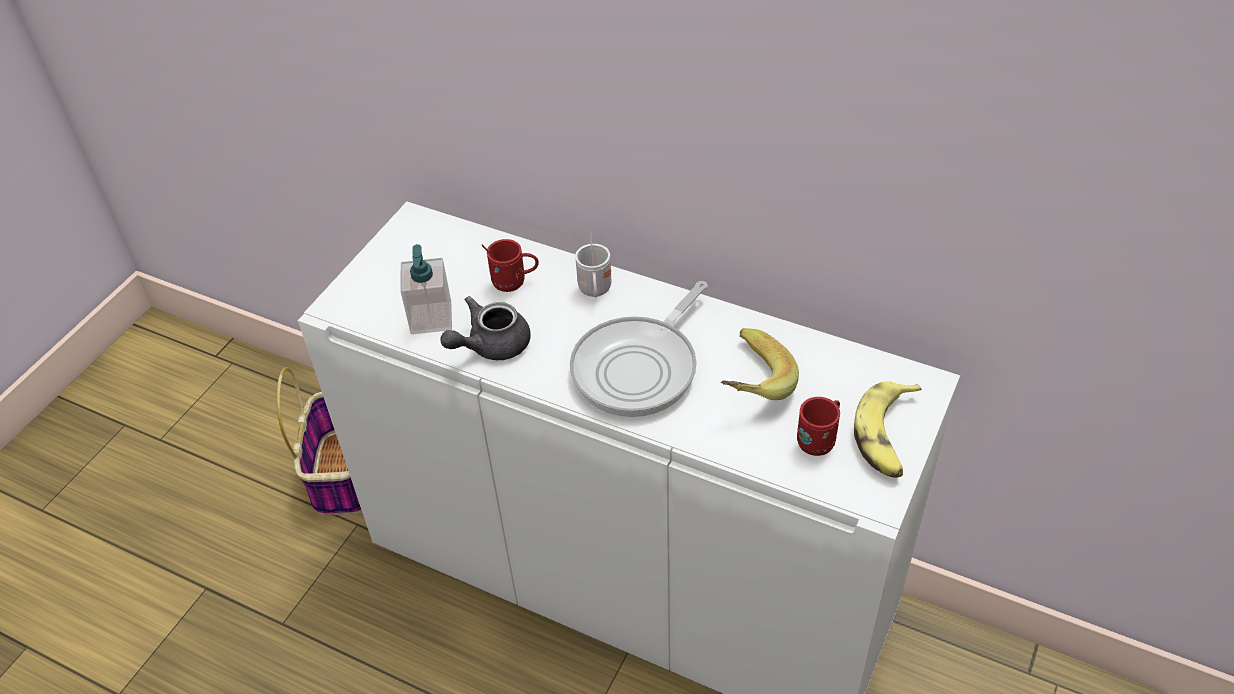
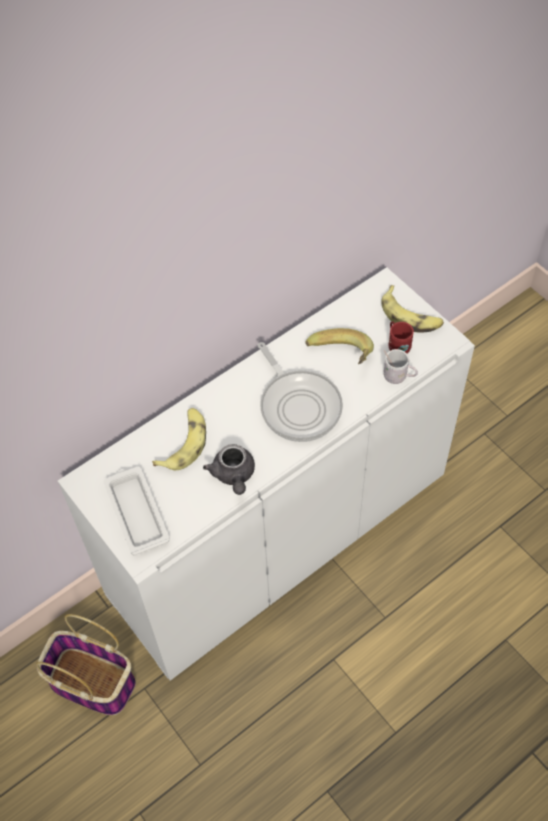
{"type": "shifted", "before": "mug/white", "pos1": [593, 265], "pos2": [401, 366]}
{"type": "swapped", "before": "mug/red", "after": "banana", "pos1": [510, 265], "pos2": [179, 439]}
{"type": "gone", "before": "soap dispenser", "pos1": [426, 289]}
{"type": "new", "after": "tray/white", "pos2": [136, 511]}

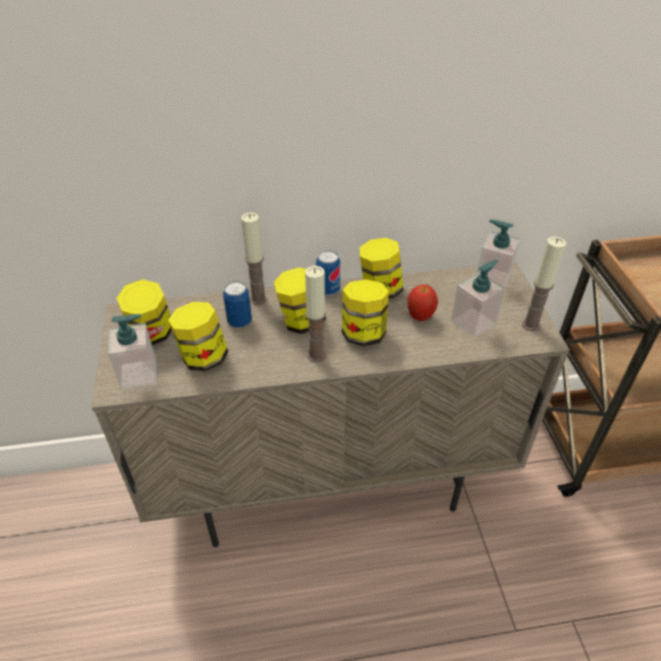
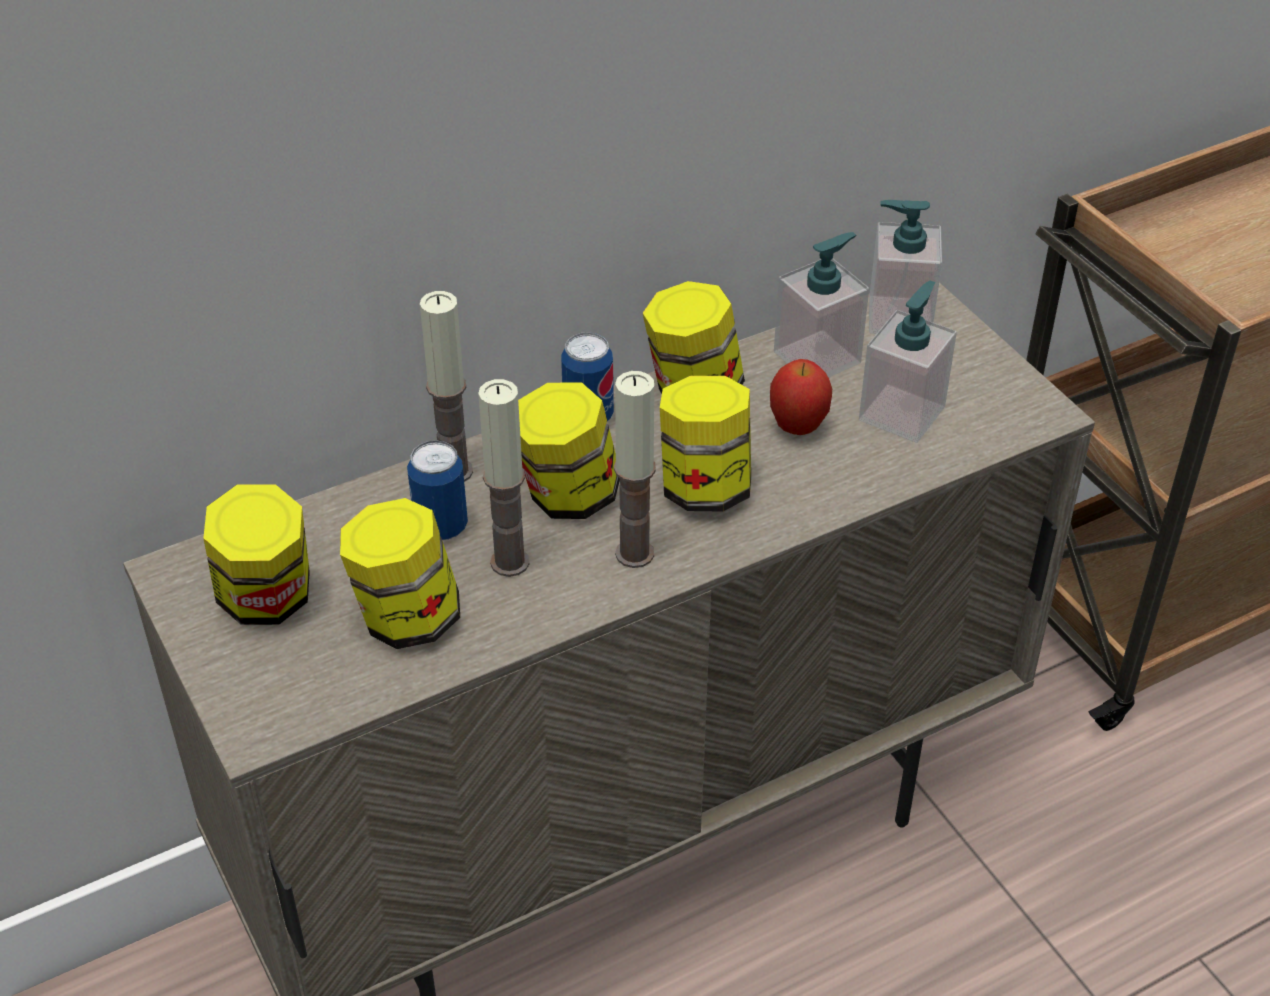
{"type": "shifted", "before": "candle", "pos1": [544, 284], "pos2": [503, 478]}
{"type": "shifted", "before": "soap dispenser", "pos1": [132, 352], "pos2": [821, 304]}

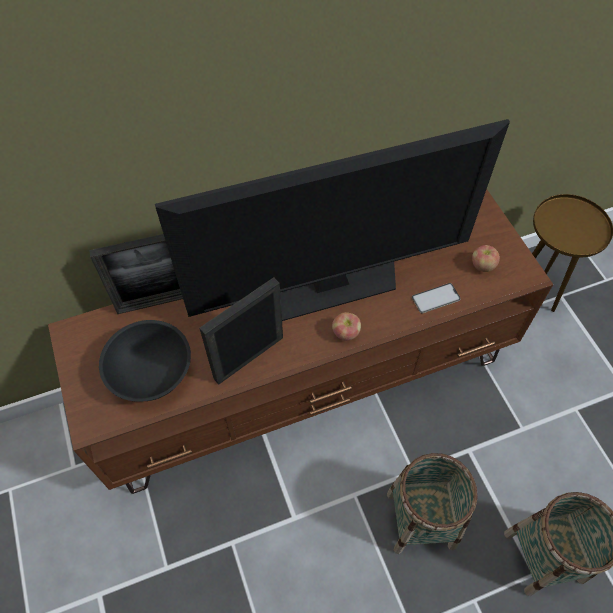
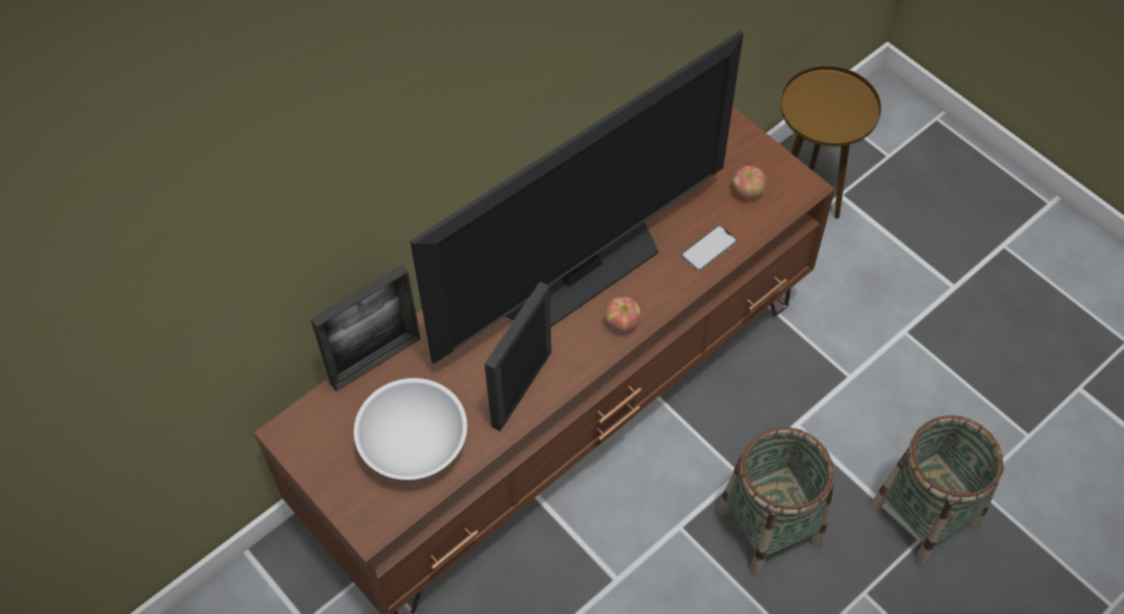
{"type": "repainted", "before": "bowl/black", "after": "bowl/white", "pos1": [145, 361], "pos2": [410, 429]}

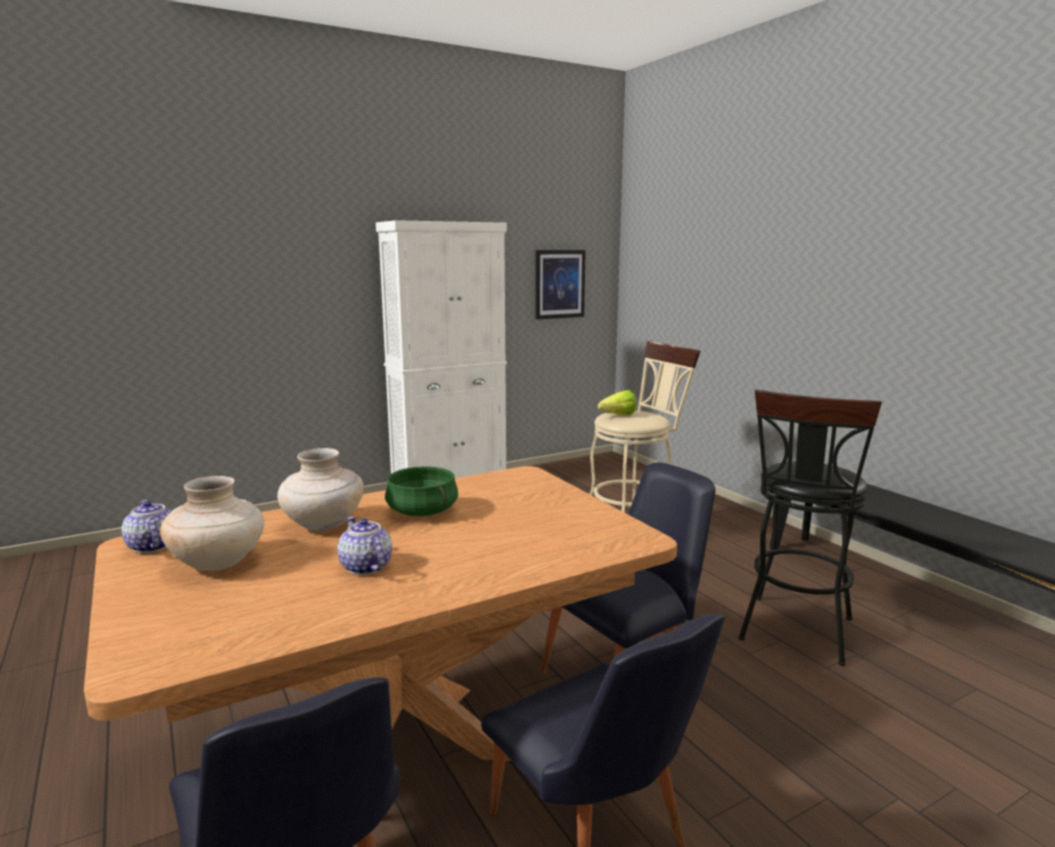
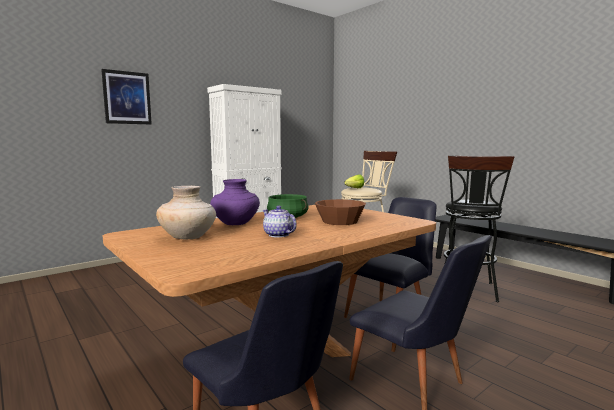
{"type": "shifted", "before": "picture", "pos1": [560, 285], "pos2": [126, 96]}
{"type": "repainted", "before": "vase/beige", "after": "vase/purple", "pos1": [320, 489], "pos2": [235, 202]}
{"type": "gone", "before": "teapot", "pos1": [146, 526]}
{"type": "new", "after": "bowl/brown", "pos2": [340, 212]}

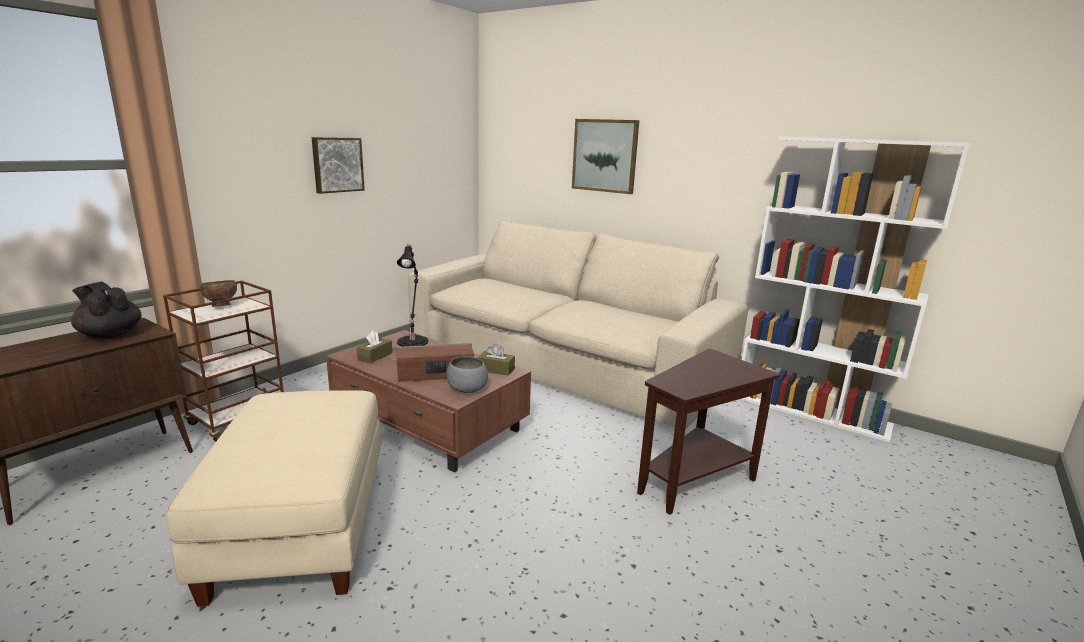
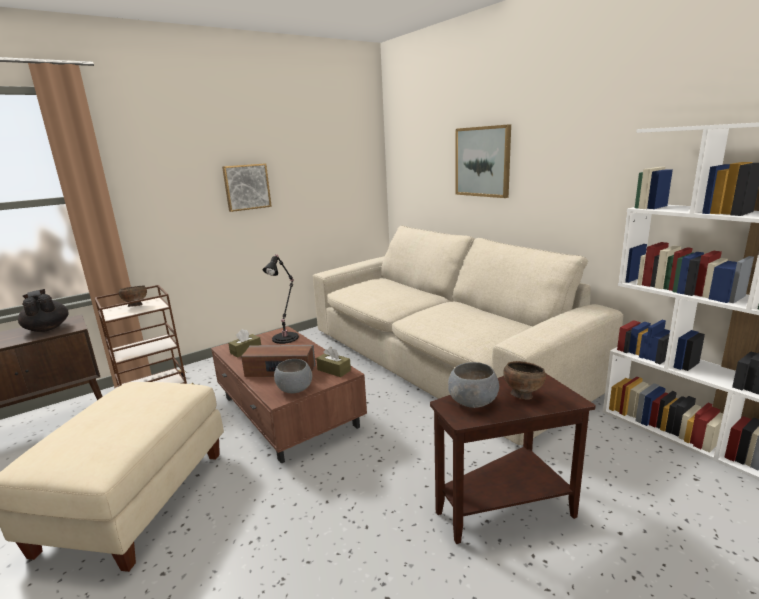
{"type": "new", "after": "bowl/brown", "pos2": [524, 380]}
{"type": "new", "after": "bowl/grey", "pos2": [473, 385]}

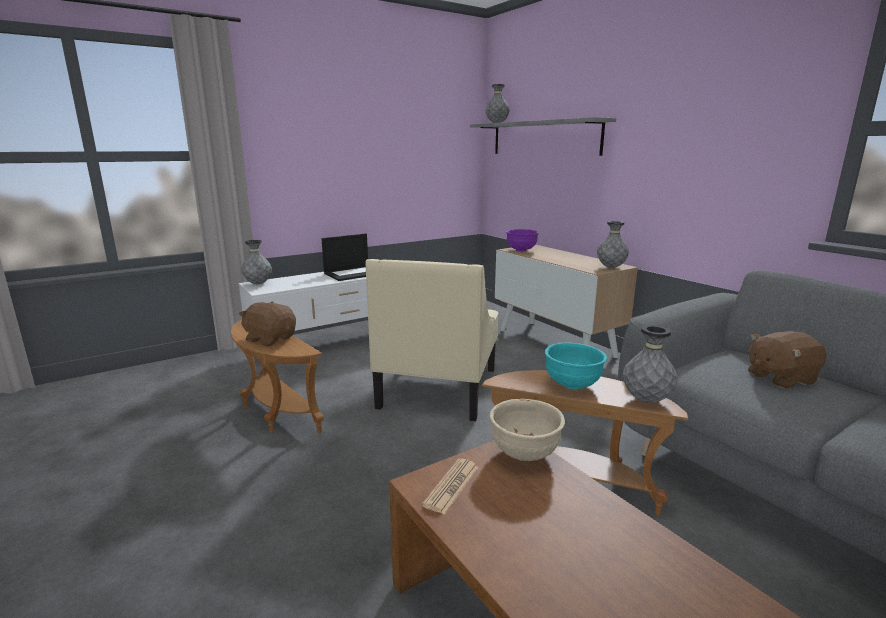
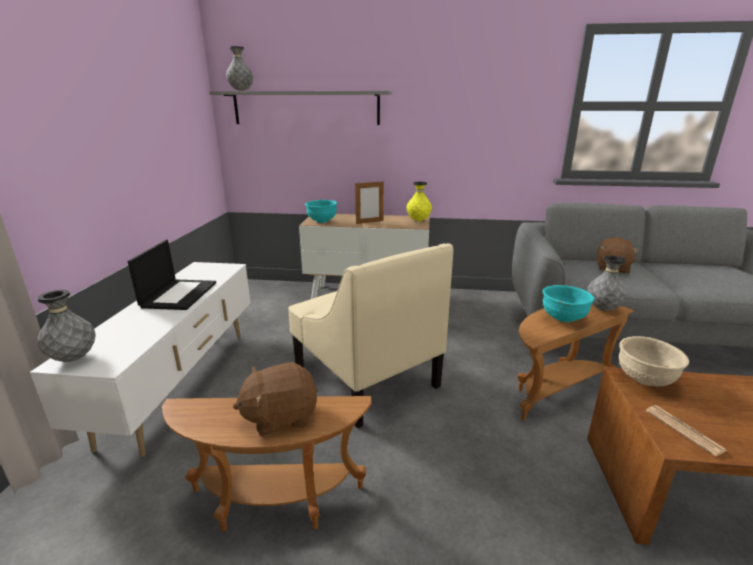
{"type": "repainted", "before": "vase/grey", "after": "vase/yellow", "pos1": [613, 244], "pos2": [419, 201]}
{"type": "repainted", "before": "bowl/purple", "after": "bowl/turquoise", "pos1": [522, 240], "pos2": [321, 211]}
{"type": "new", "after": "picture frame", "pos2": [369, 202]}

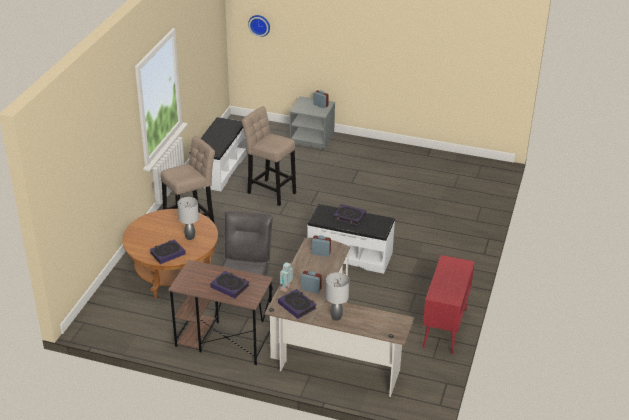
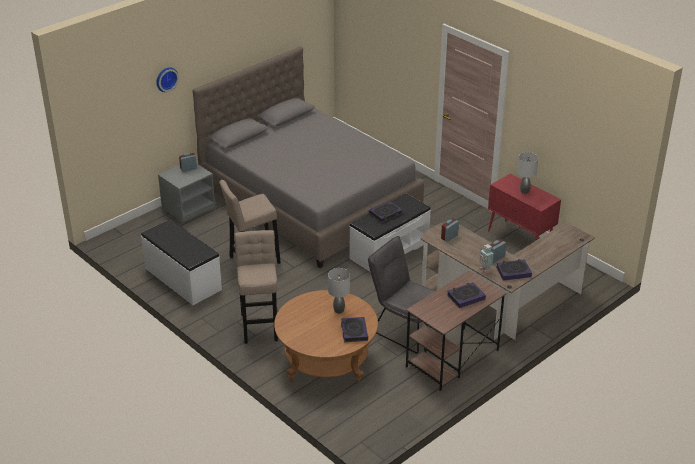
{"type": "shifted", "before": "wall clock", "pos1": [259, 26], "pos2": [168, 79]}
{"type": "shifted", "before": "table lamp/grey", "pos1": [337, 296], "pos2": [527, 173]}
{"type": "new", "after": "bed/grey", "pos2": [308, 157]}

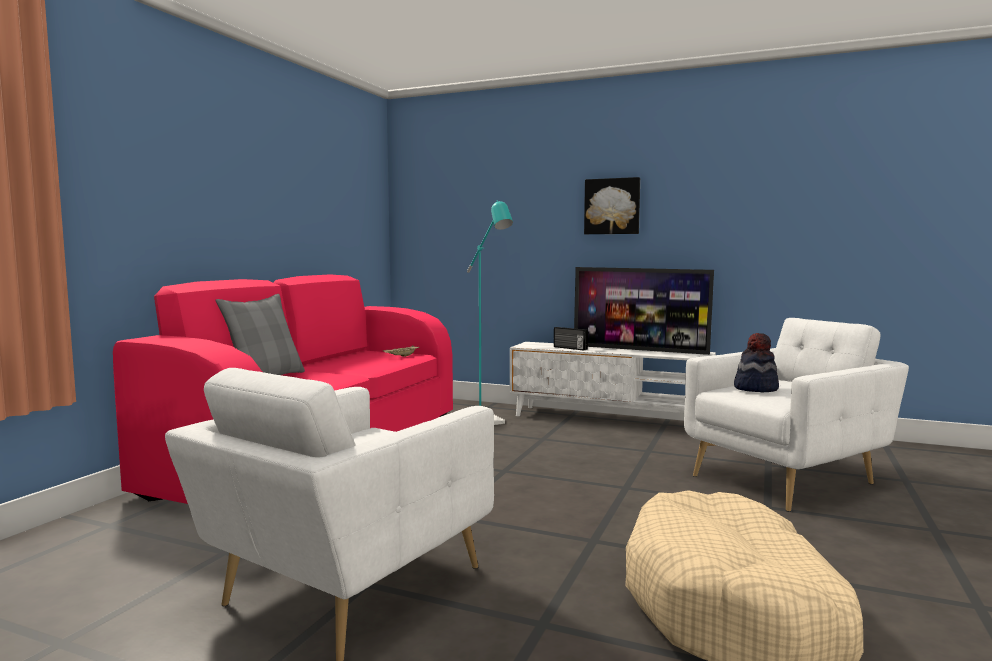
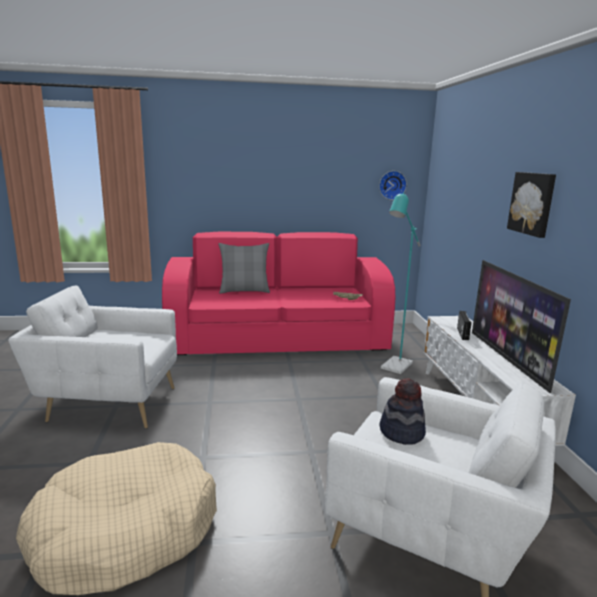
{"type": "new", "after": "wall clock", "pos2": [393, 185]}

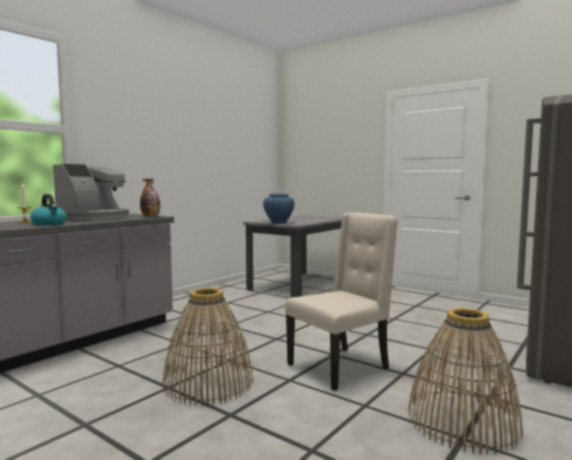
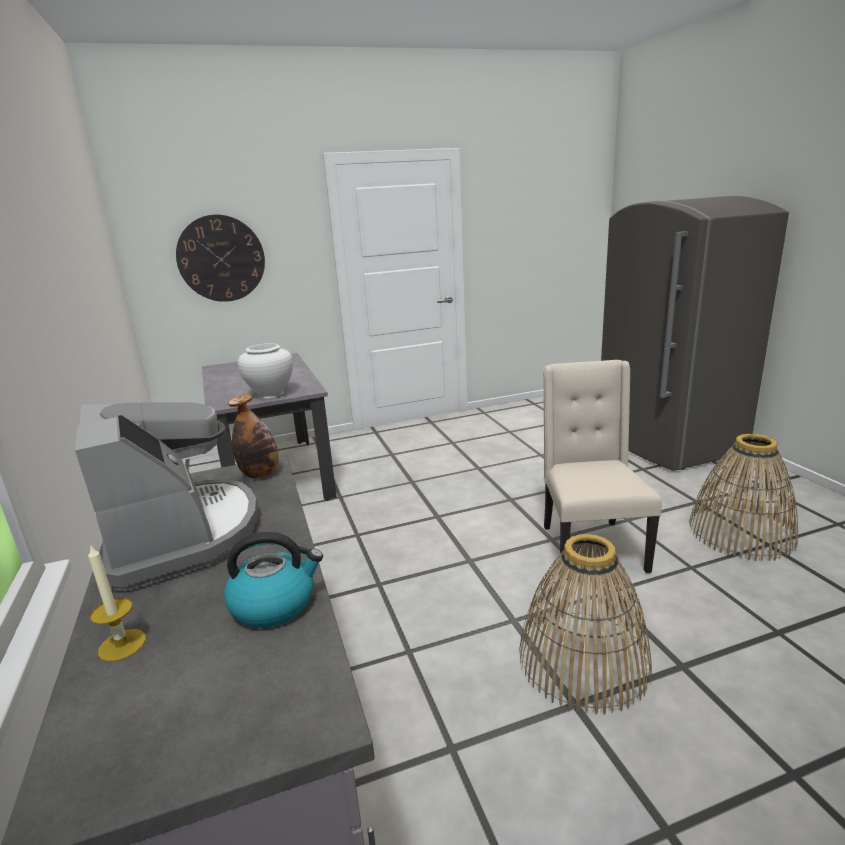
{"type": "repainted", "before": "vase/blue", "after": "vase/white", "pos1": [278, 209], "pos2": [265, 371]}
{"type": "new", "after": "wall clock", "pos2": [220, 258]}

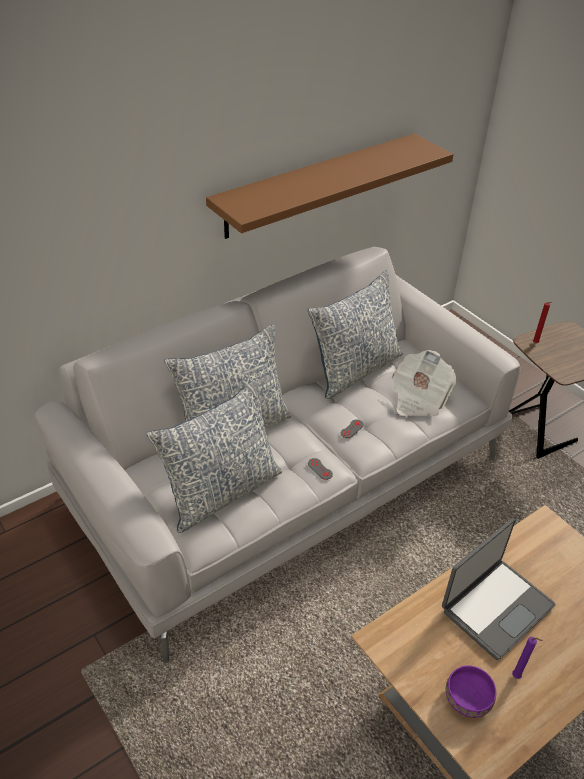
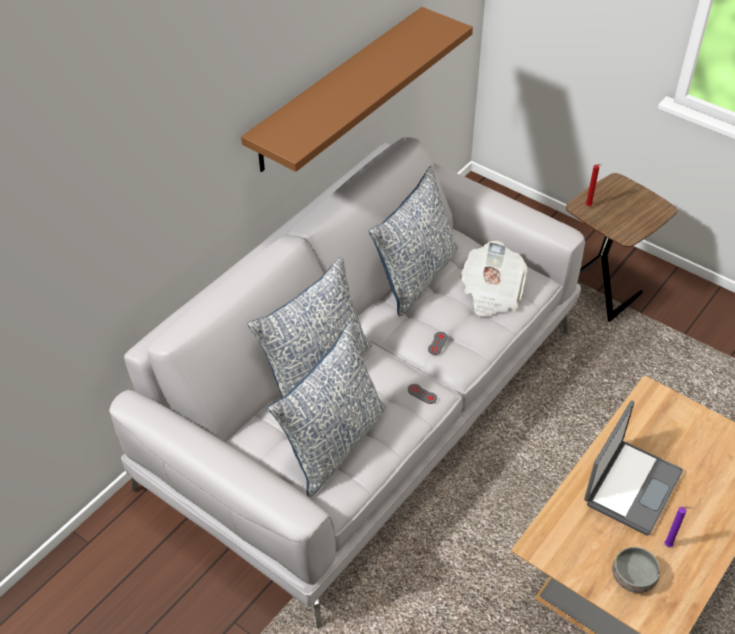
{"type": "repainted", "before": "bowl/purple", "after": "bowl/grey", "pos1": [471, 692], "pos2": [636, 570]}

